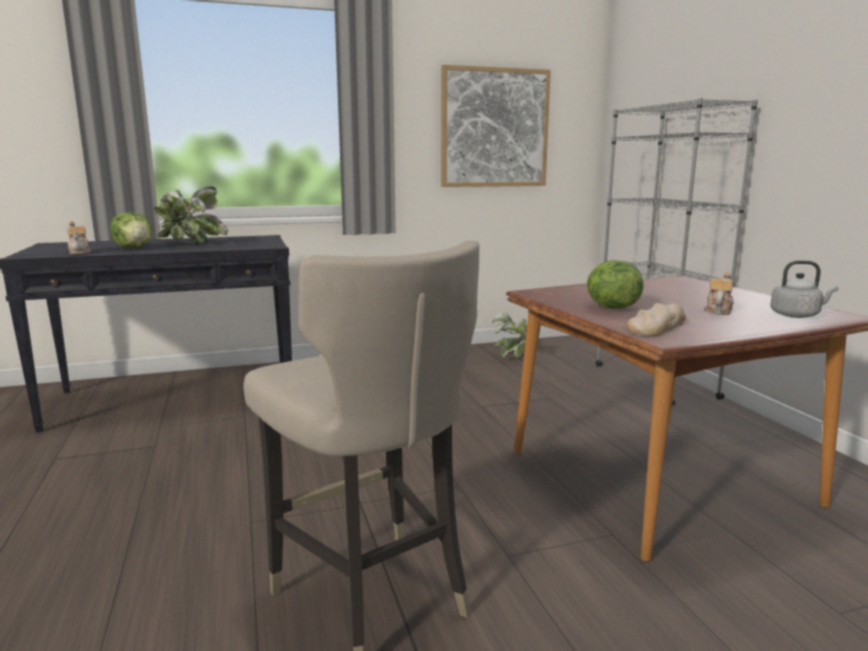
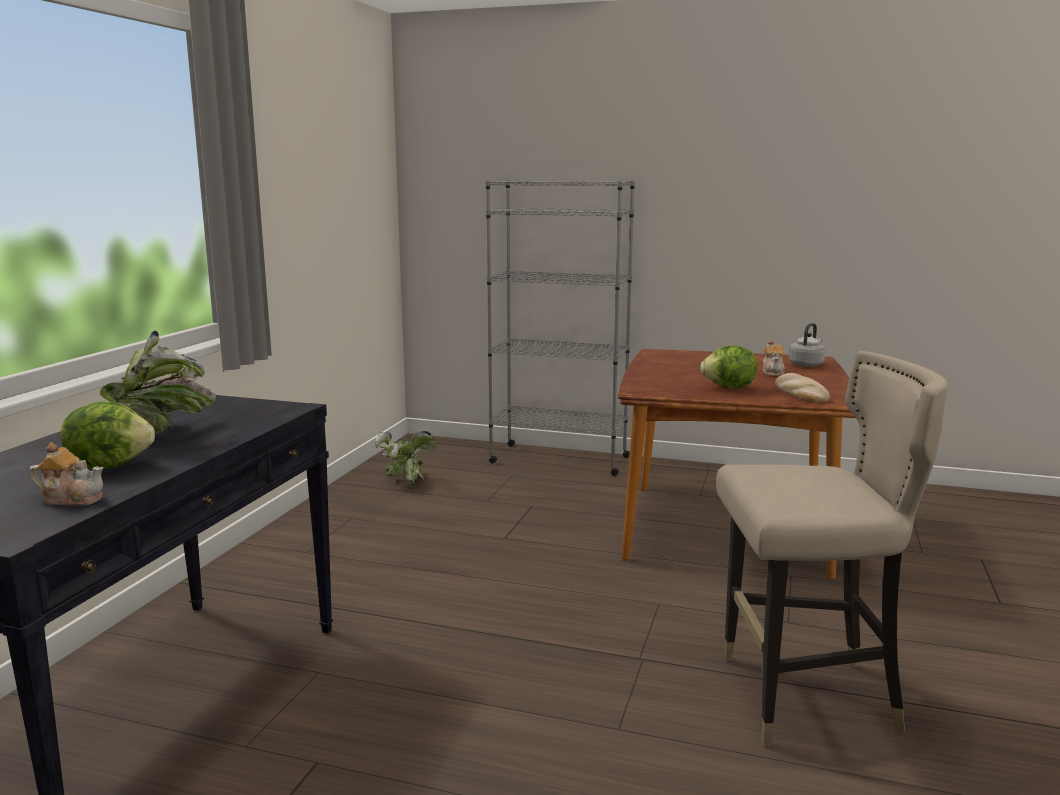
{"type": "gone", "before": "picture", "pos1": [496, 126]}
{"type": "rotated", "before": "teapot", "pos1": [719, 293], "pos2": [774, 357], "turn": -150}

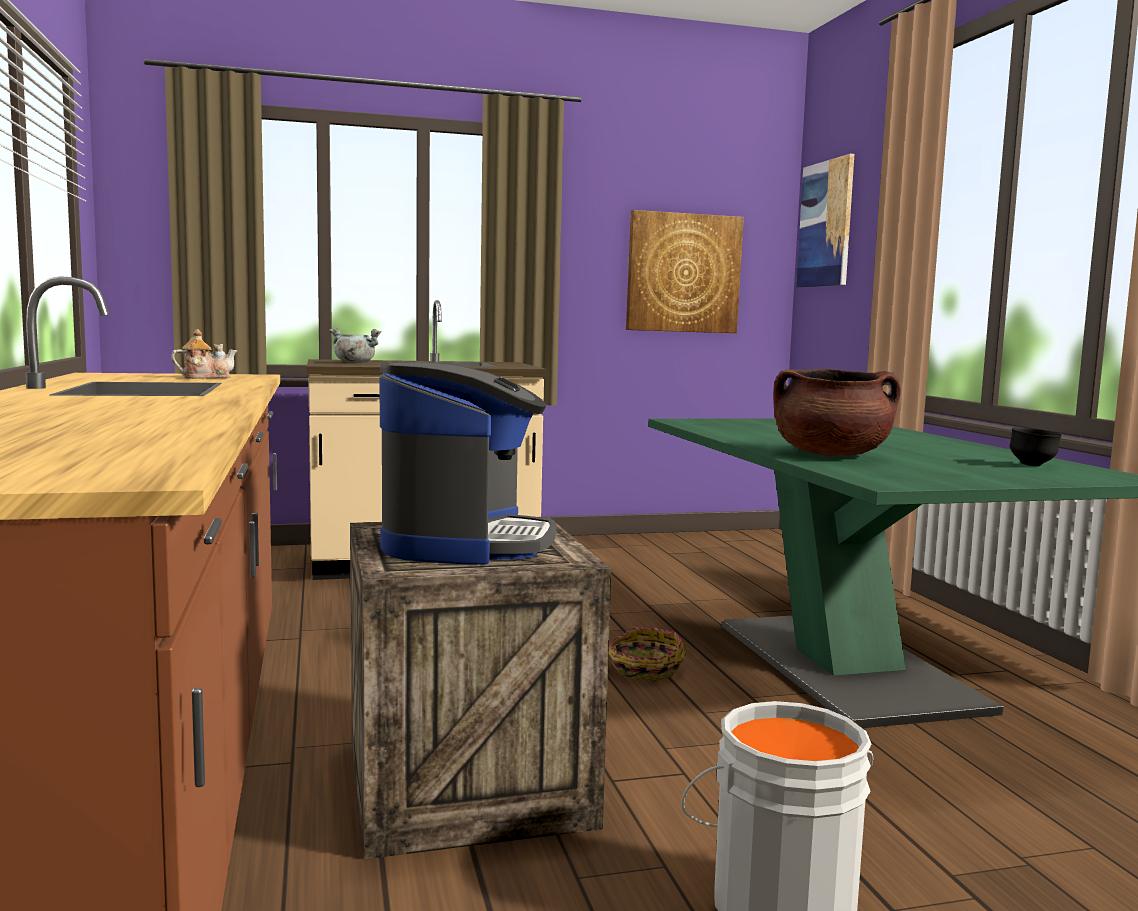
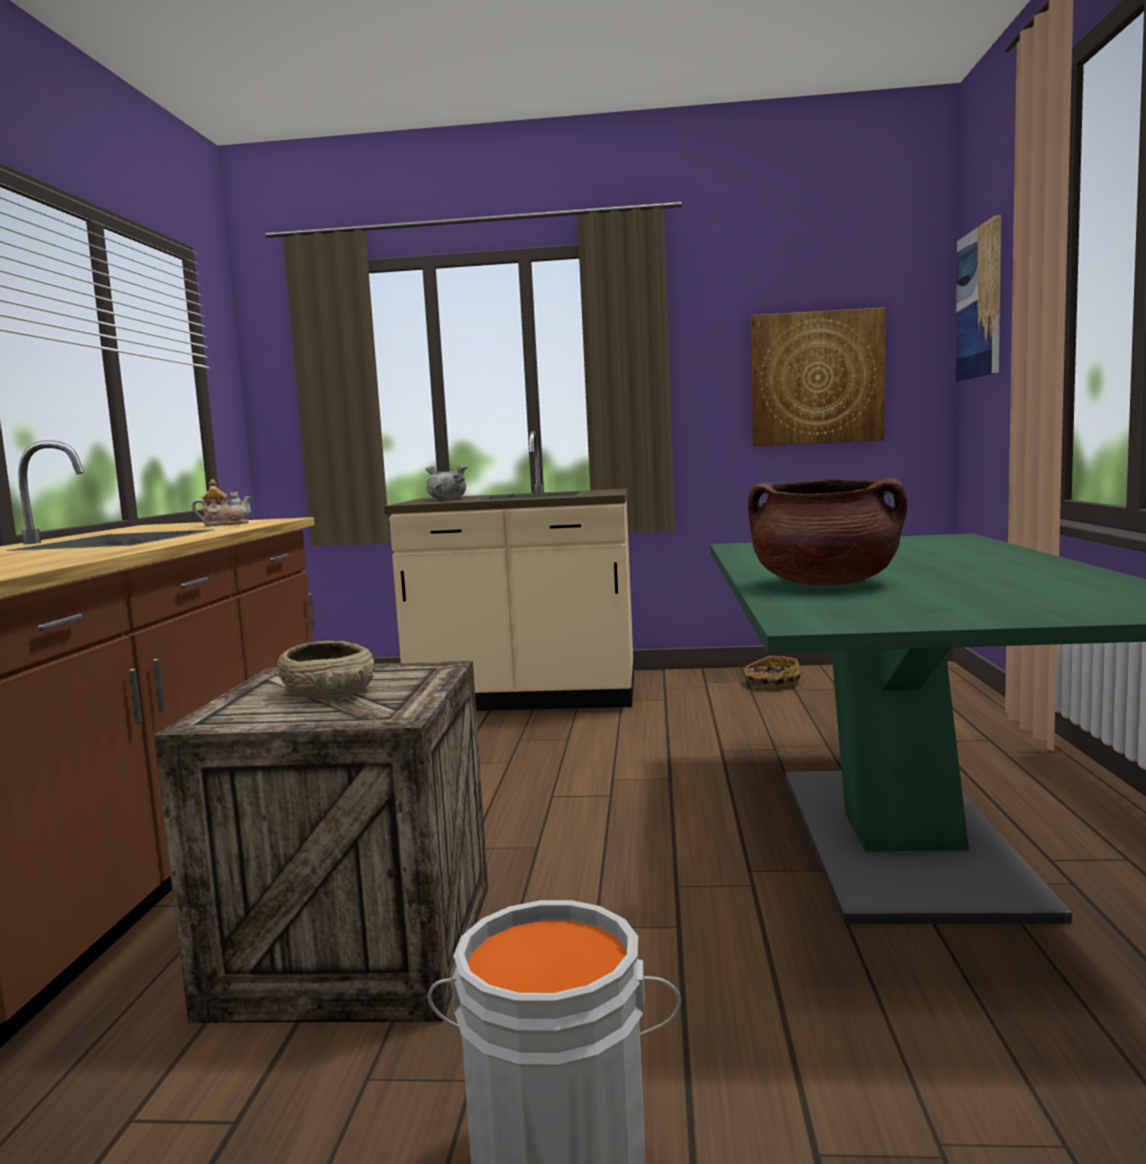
{"type": "swapped", "before": "coffee machine", "after": "bowl/beige", "pos1": [467, 463], "pos2": [326, 670]}
{"type": "gone", "before": "bowl/black", "pos1": [1036, 446]}
{"type": "shifted", "before": "basket", "pos1": [647, 653], "pos2": [772, 673]}

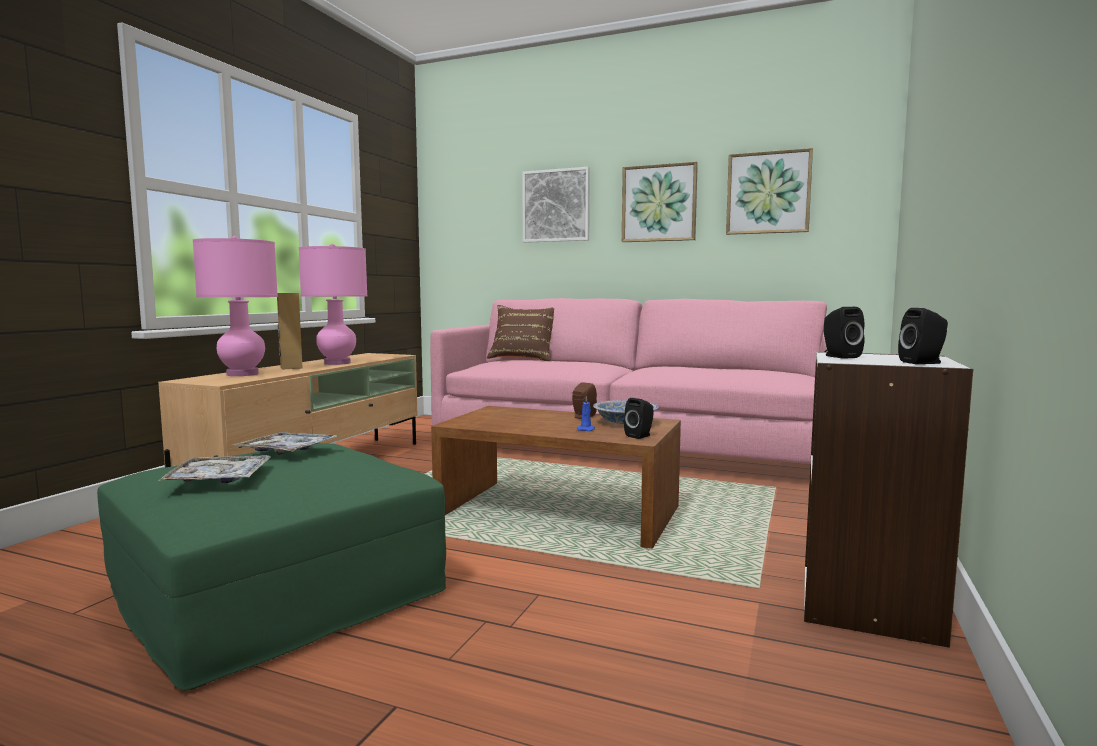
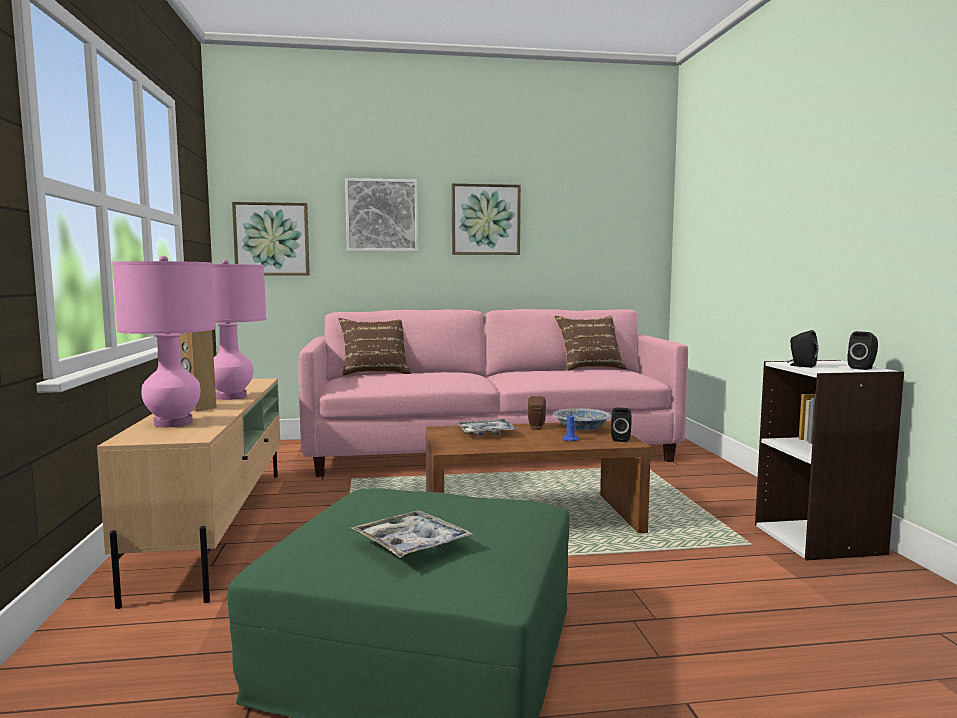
{"type": "shifted", "before": "picture", "pos1": [769, 191], "pos2": [271, 239]}
{"type": "shifted", "before": "tray", "pos1": [286, 443], "pos2": [487, 427]}
{"type": "new", "after": "pillow/brown", "pos2": [590, 343]}

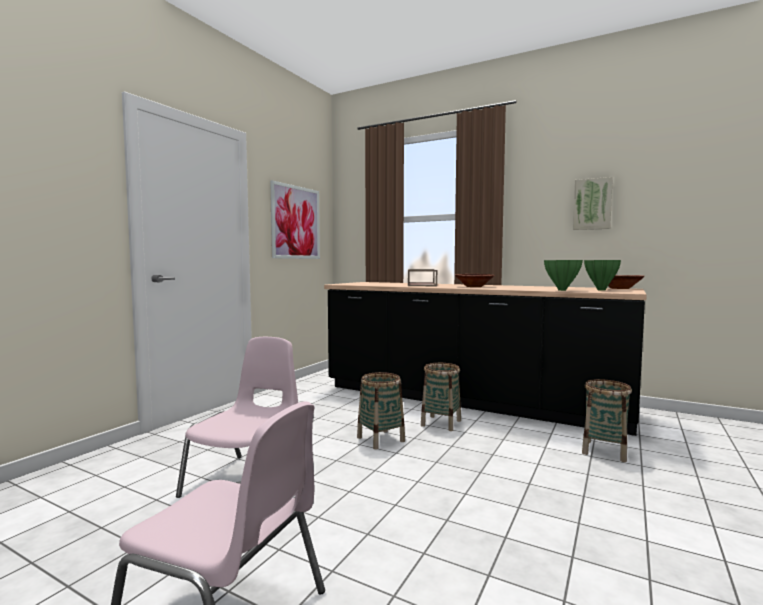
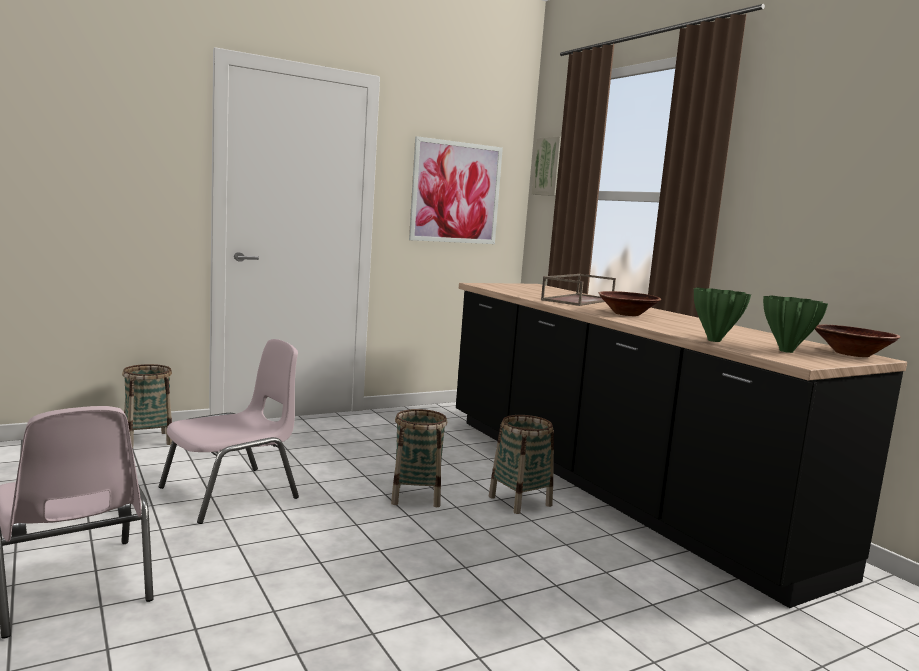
{"type": "shifted", "before": "picture", "pos1": [593, 203], "pos2": [546, 166]}
{"type": "shifted", "before": "basket", "pos1": [607, 420], "pos2": [147, 406]}

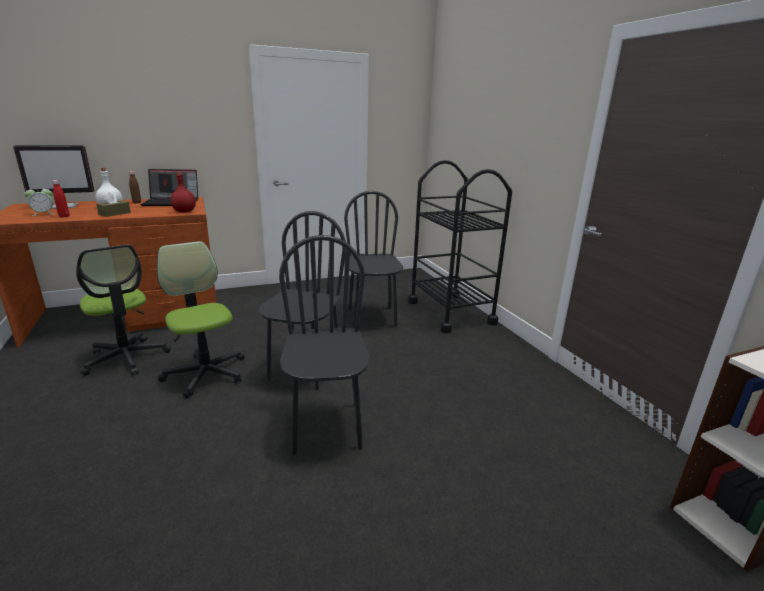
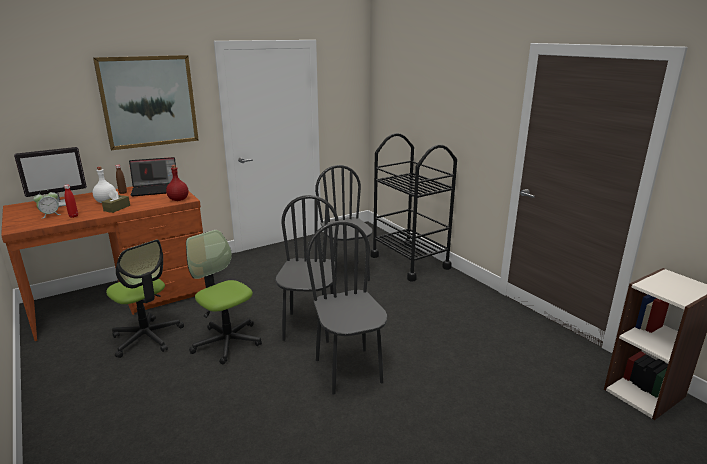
{"type": "new", "after": "picture", "pos2": [146, 102]}

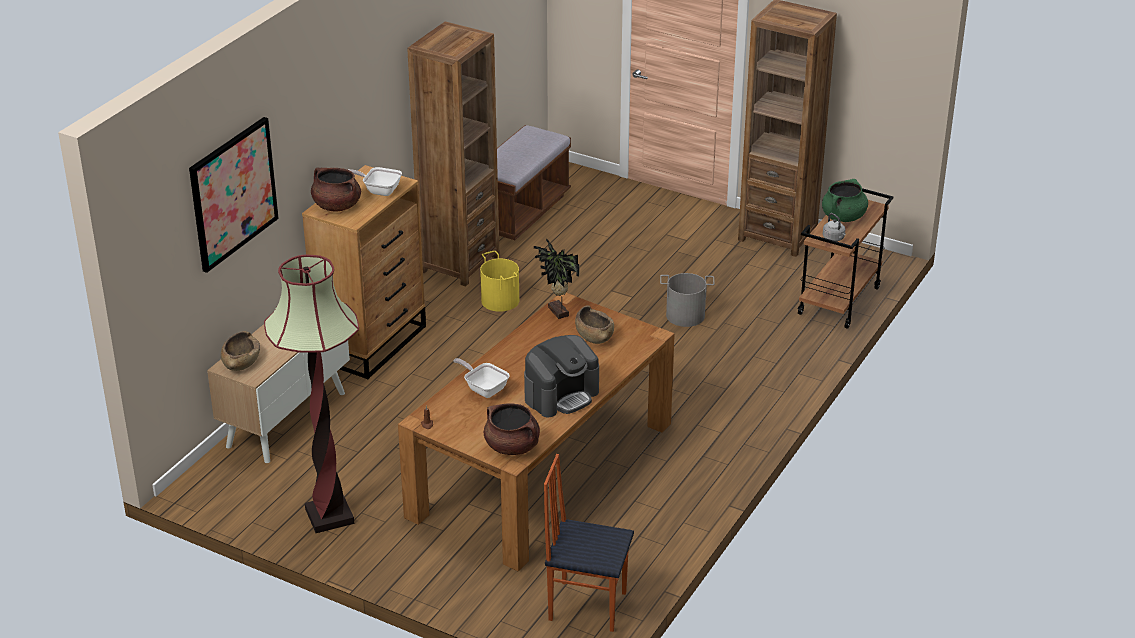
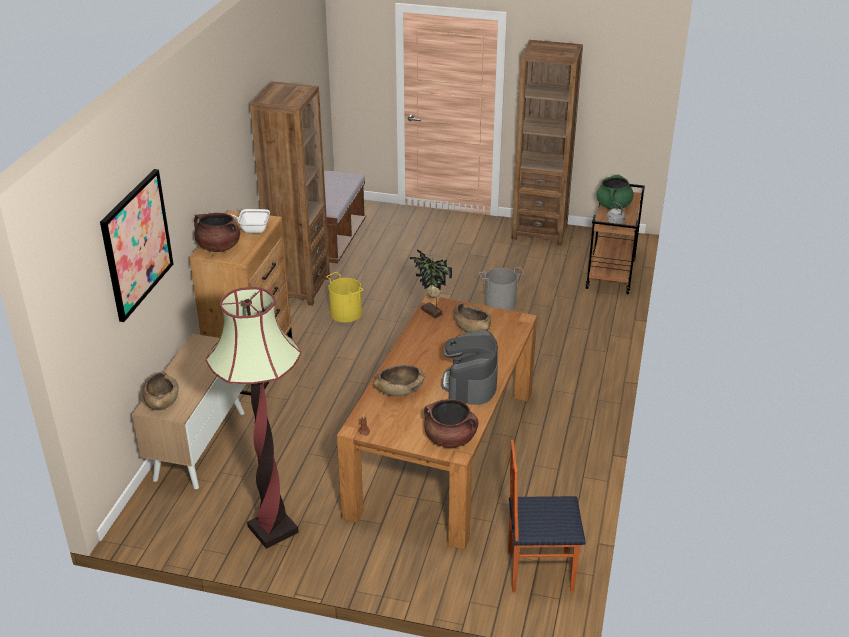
{"type": "rotated", "before": "coffee machine", "pos1": [561, 376], "pos2": [470, 367], "turn": 150}
{"type": "swapped", "before": "frying pan", "after": "bowl/brown", "pos1": [481, 378], "pos2": [399, 380]}

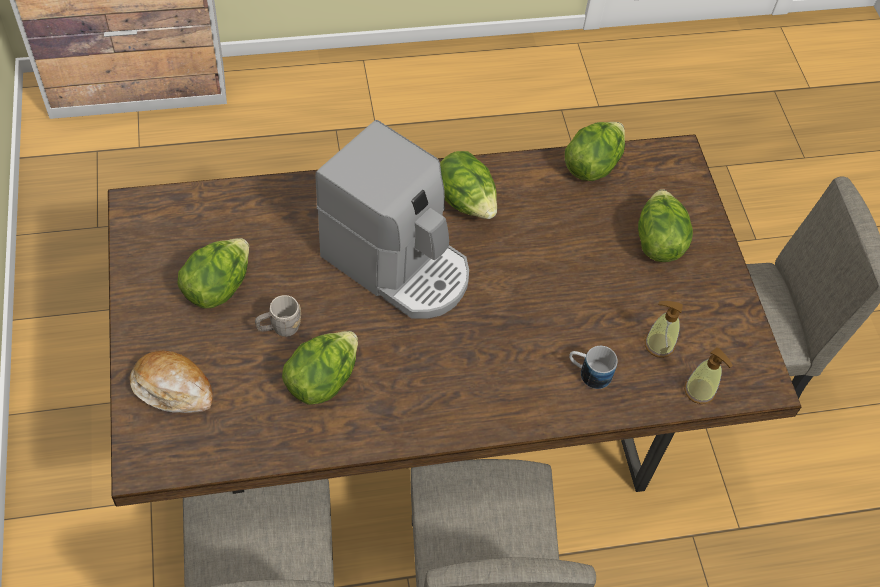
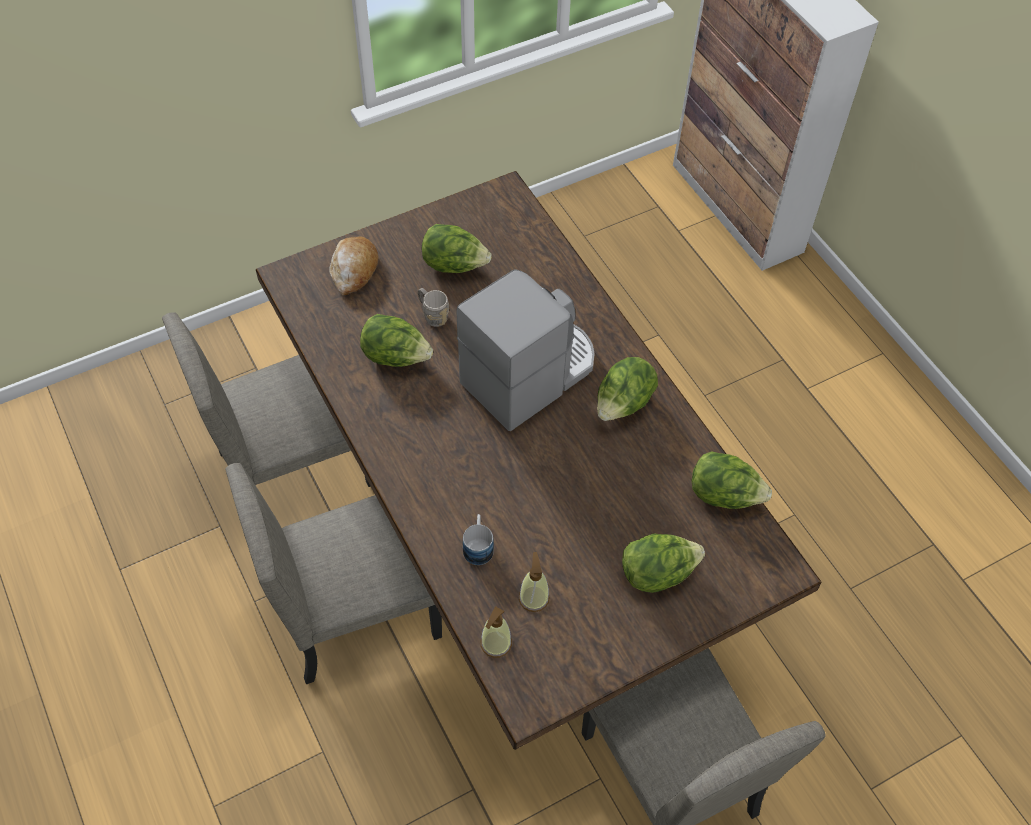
{"type": "rotated", "before": "coffee machine", "pos1": [392, 219], "pos2": [525, 350], "turn": -150}

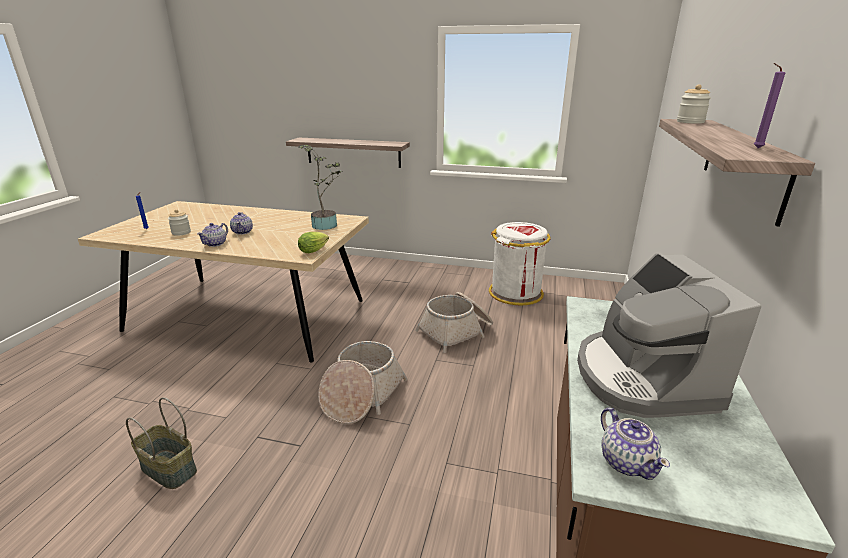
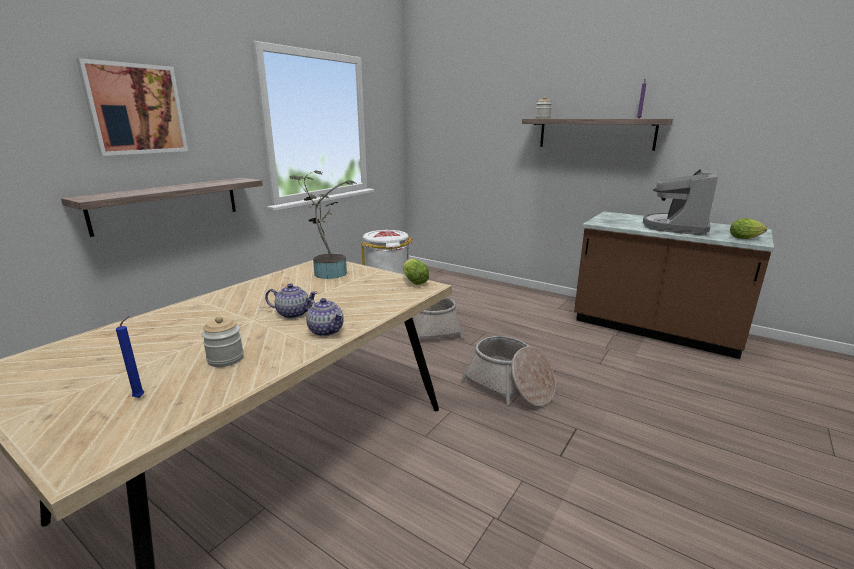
{"type": "rotated", "before": "coffee machine", "pos1": [669, 335], "pos2": [680, 202], "turn": 105}
{"type": "gone", "before": "basket", "pos1": [161, 443]}
{"type": "swapped", "before": "teapot", "after": "lettuce", "pos1": [635, 443], "pos2": [748, 228]}
{"type": "new", "after": "picture", "pos2": [132, 107]}

